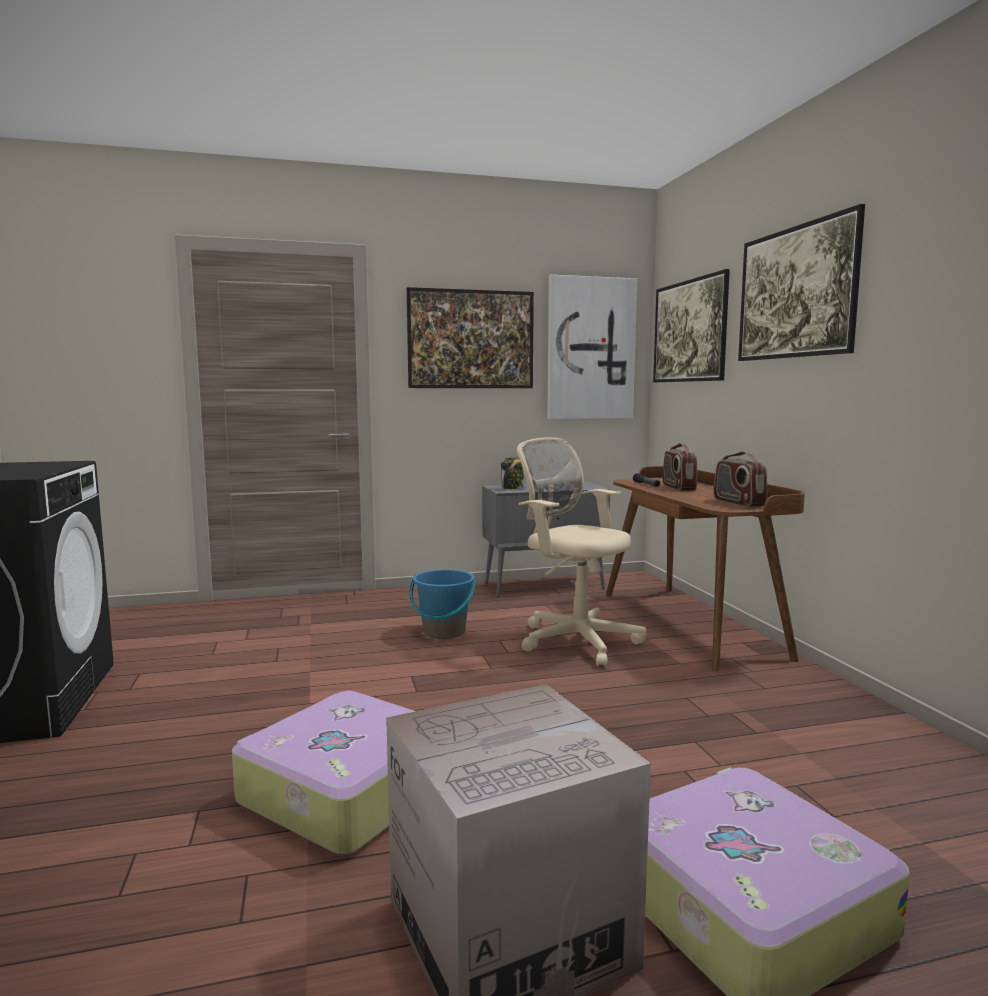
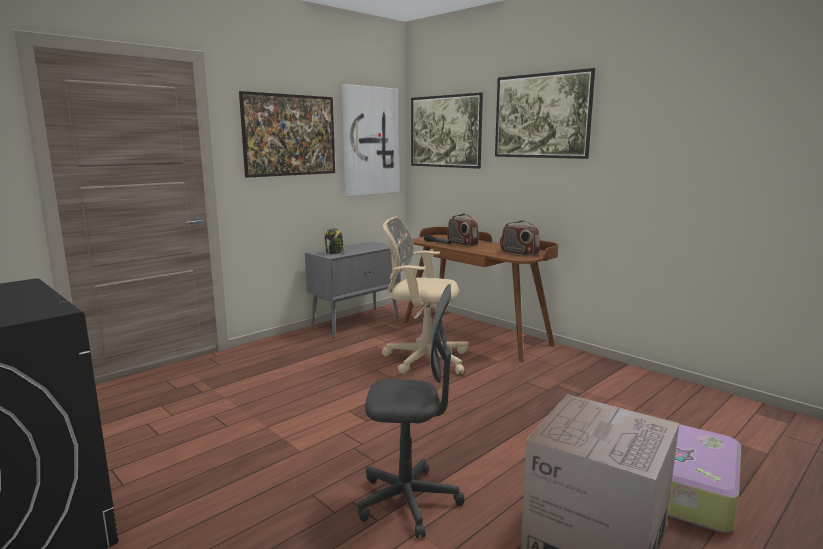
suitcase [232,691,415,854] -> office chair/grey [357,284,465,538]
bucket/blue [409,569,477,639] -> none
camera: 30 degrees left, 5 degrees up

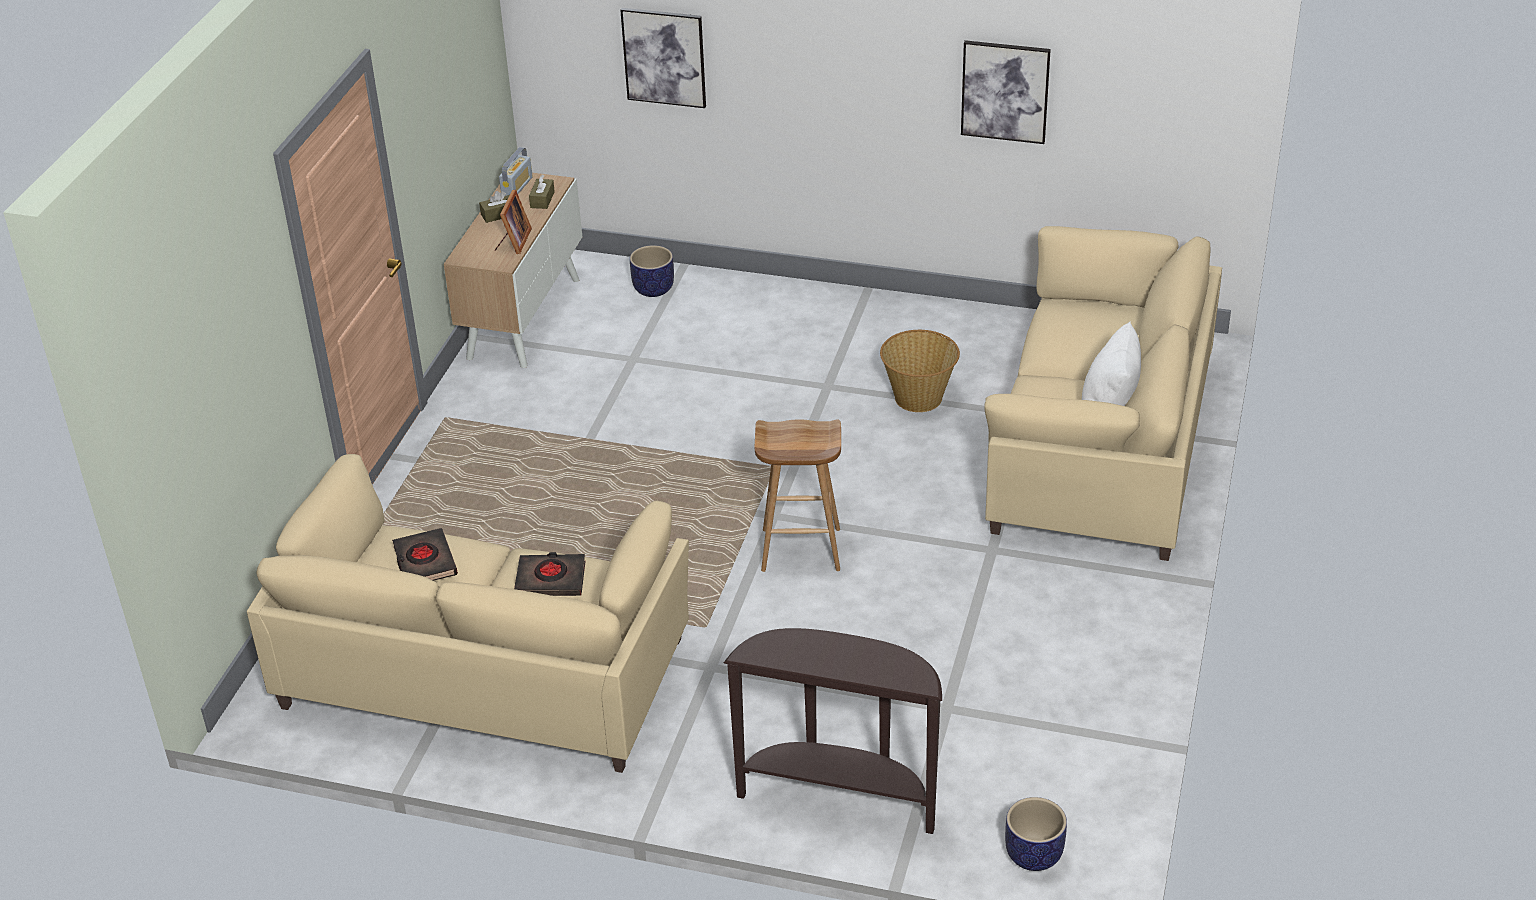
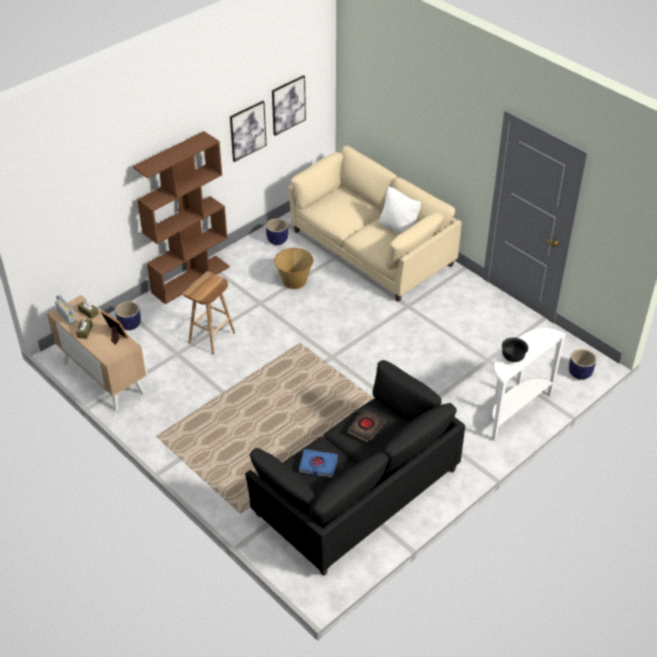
none -> bookcase/brown [132,131,230,304]
stool/brown [755,420,841,572] -> stool/brown [183,271,235,355], shifted
sofa/beige [247,454,689,773] -> sofa/black [245,360,465,576]
none -> planter [266,218,288,245]
picture [620,8,706,108] -> picture [272,75,306,136], shifted
book/black [392,528,458,581] -> book/blue [299,449,338,478]
console table/brown [724,628,942,834] -> console table/white [492,328,566,441]
none -> bowl/black [502,338,528,362]
camera: 60 degrees left, 5 degrees up

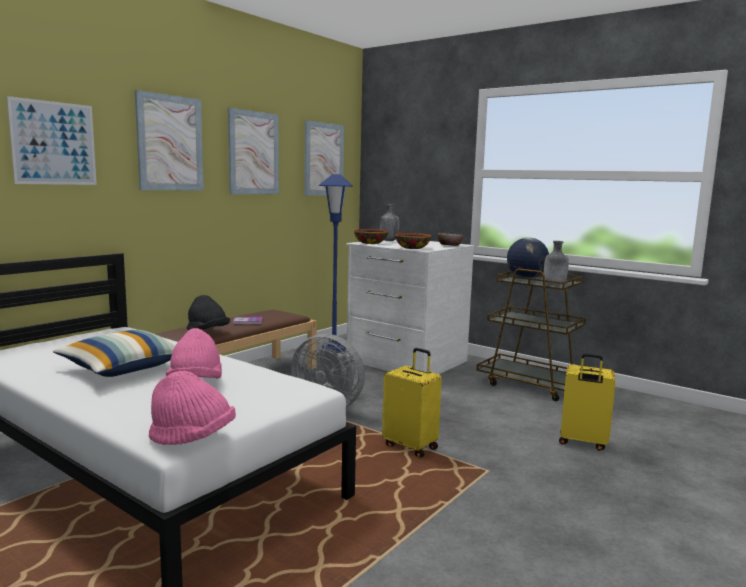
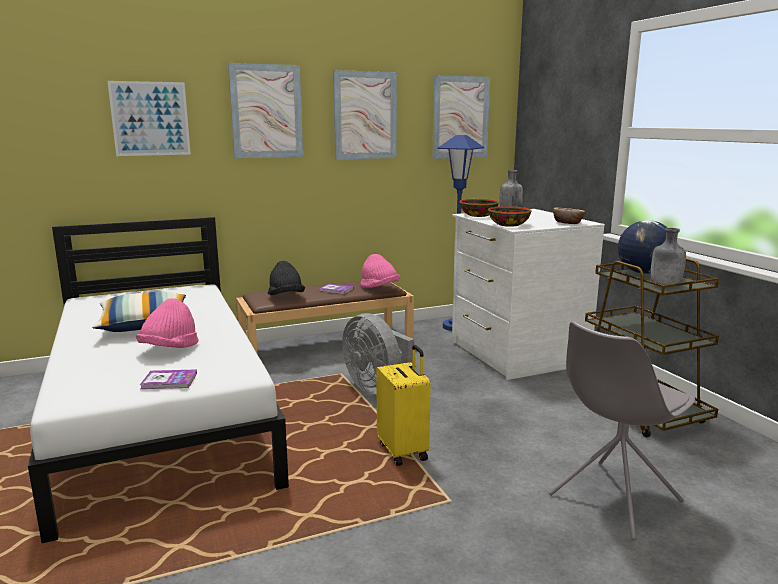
none -> book [140,369,197,389]
hat/pink [149,371,236,445] -> hat/pink [360,254,400,288], shifted
suitcase/yellow [559,353,616,451] -> chair/grey [549,321,695,540]
camera: 30 degrees right, 5 degrees up

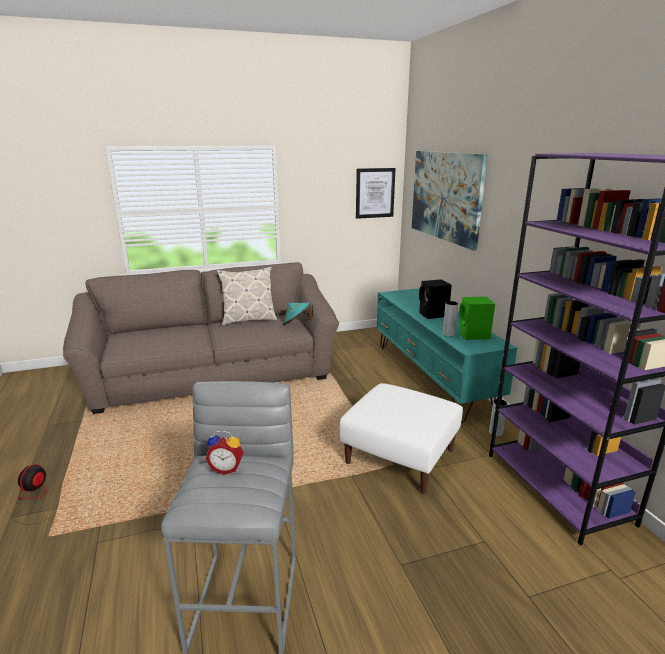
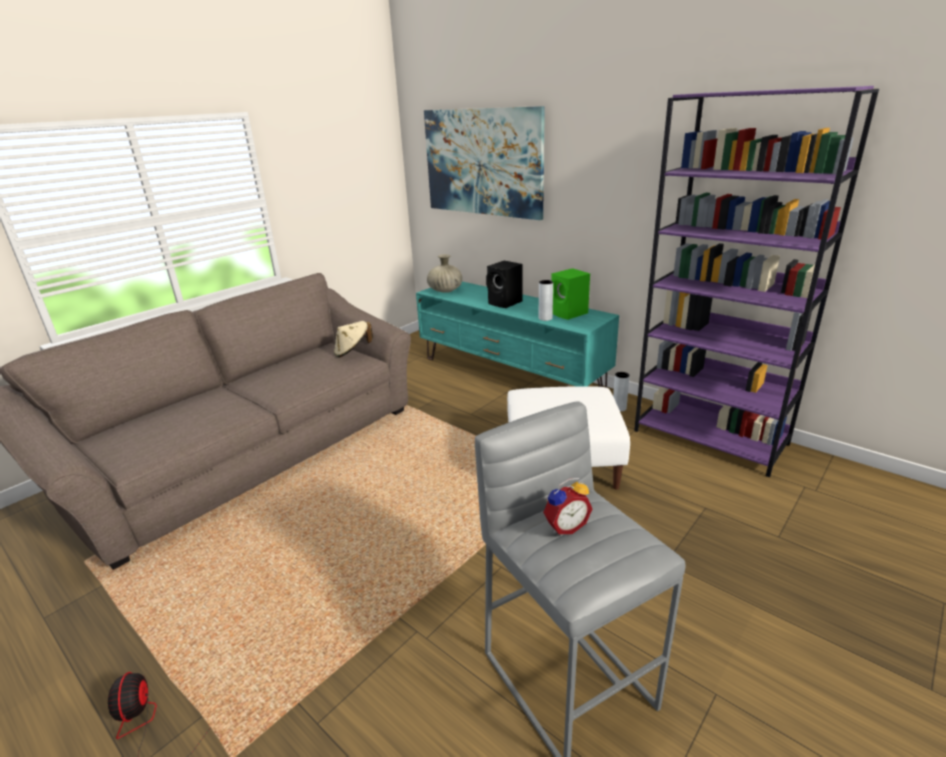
hat/turquoise [283,303,313,325] -> hat/beige [334,321,373,357]
none -> vase/beige [427,254,462,293]
pillow [217,267,277,326] -> none
picture [356,168,396,219] -> none
camera: 30 degrees left, 5 degrees up

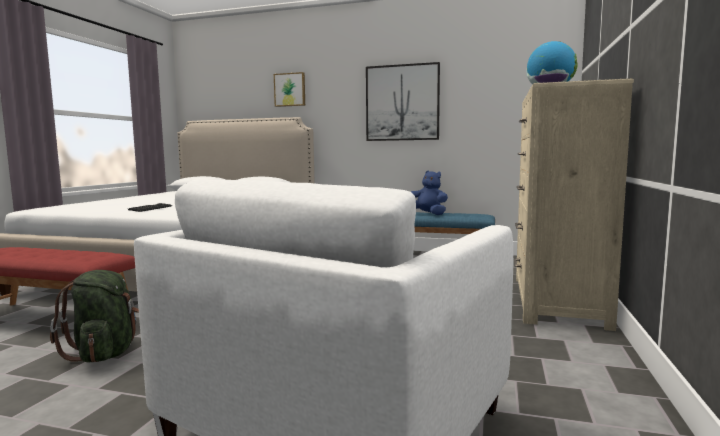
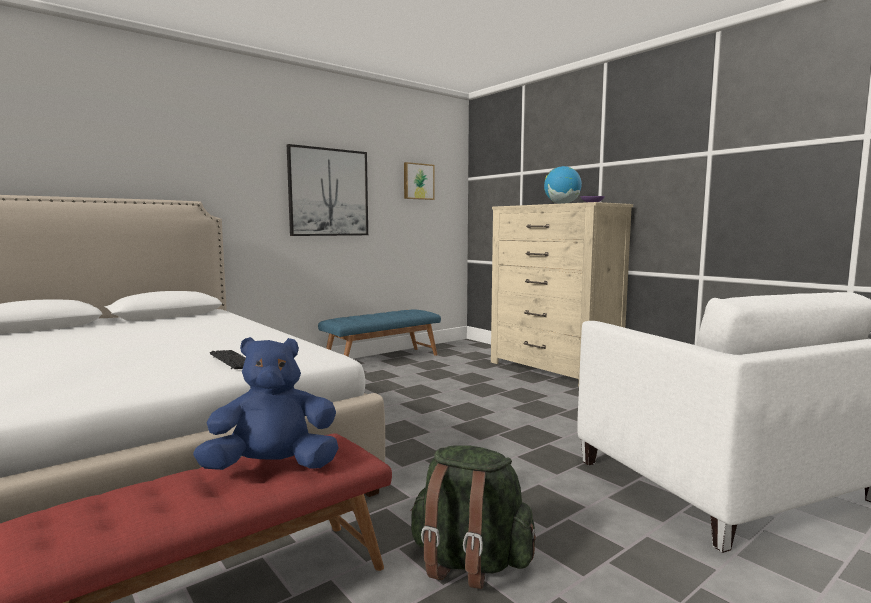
plush toy/blue [411,170,448,215] -> plush toy/blue [193,337,339,470], shifted
picture [274,72,305,107] -> picture [404,162,434,200], shifted
camera: 55 degrees left, 0 degrees up

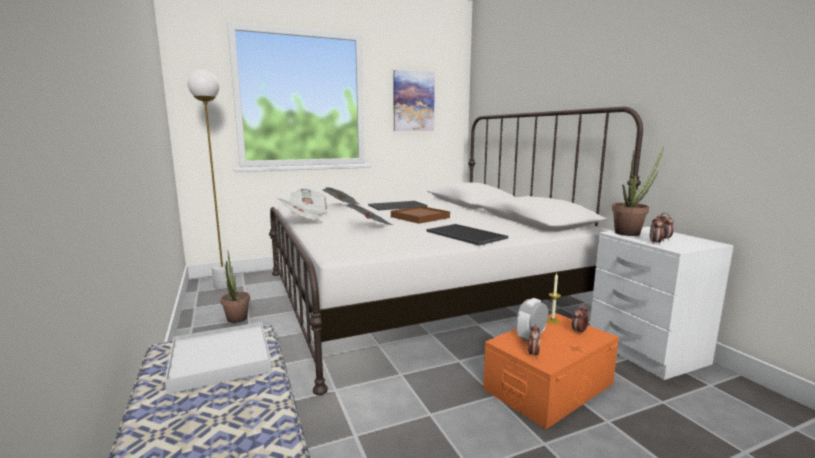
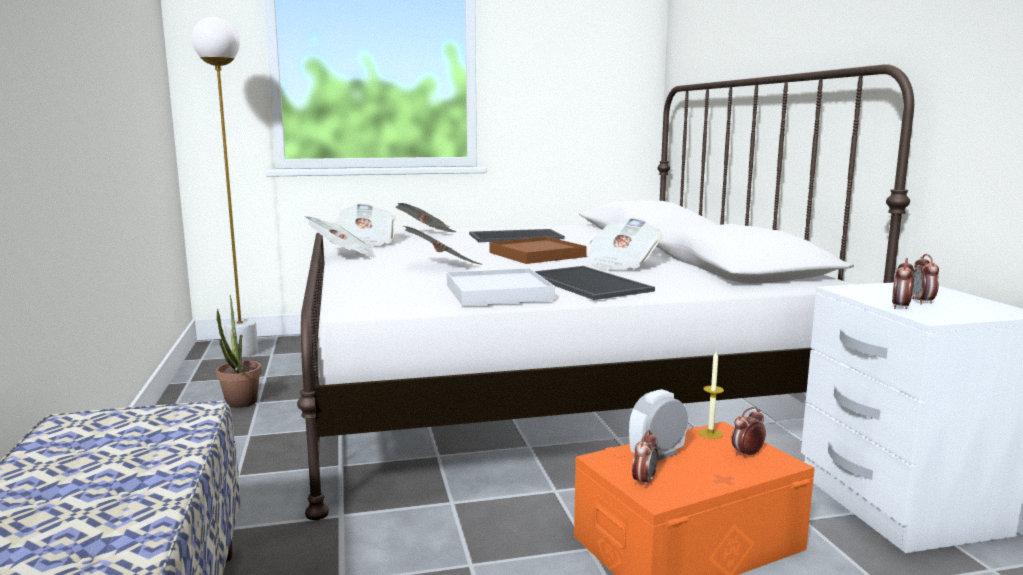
tray/white [165,322,272,394] -> tray/white [447,268,555,306], shifted
none -> newspaper [589,218,663,271]
picture [393,70,435,131] -> none
potted plant [612,148,663,236] -> none
camera: 10 degrees right, 0 degrees up

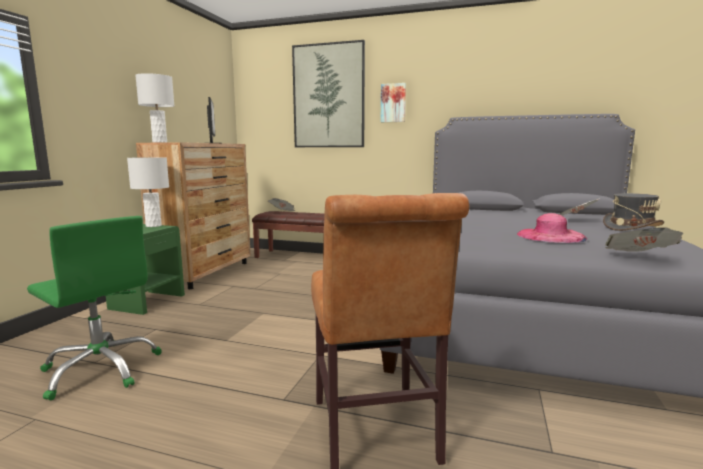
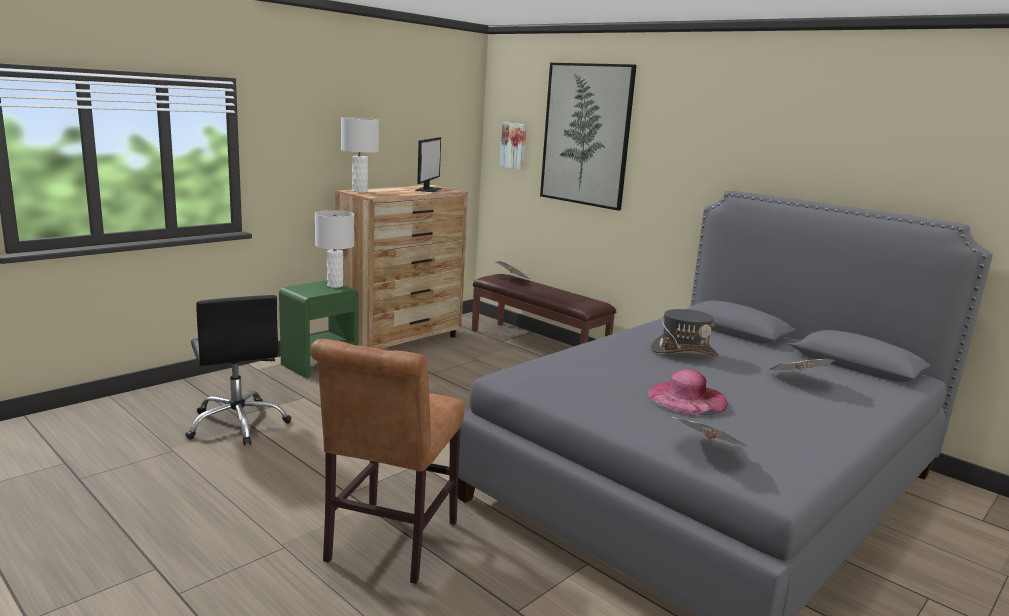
office chair/green [27,216,162,400] -> office chair/black [185,295,291,446]
picture [380,83,406,122] -> picture [500,122,527,170], shifted
hat/grey [603,193,664,231] -> hat/grey [651,309,718,356], shifted
camera: 25 degrees right, 5 degrees up

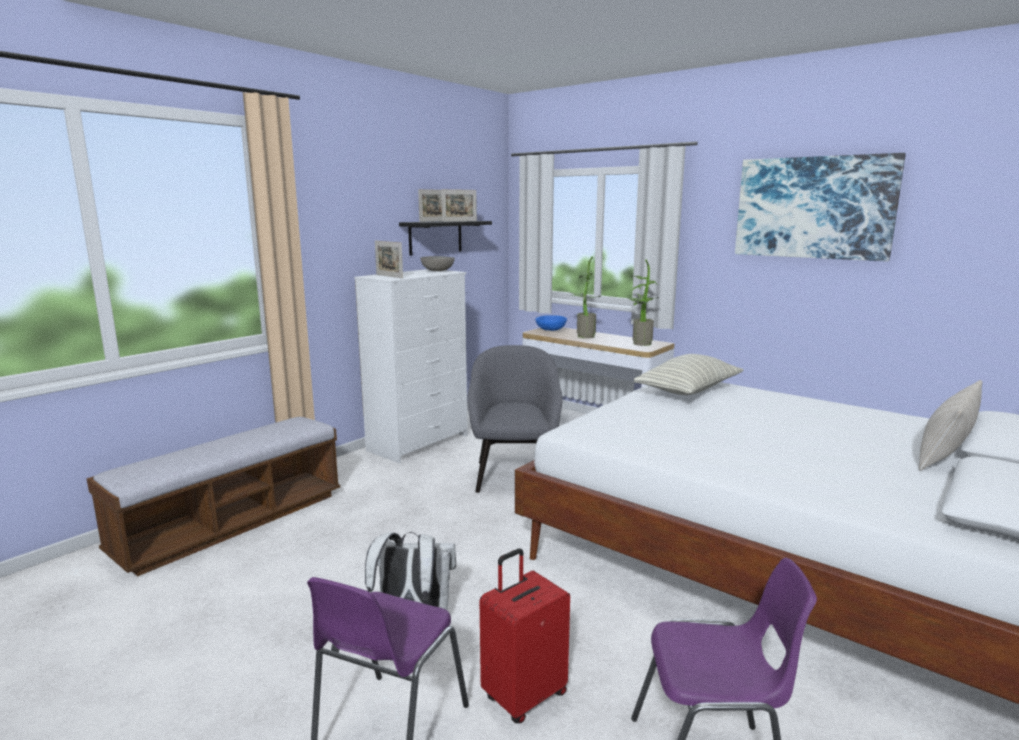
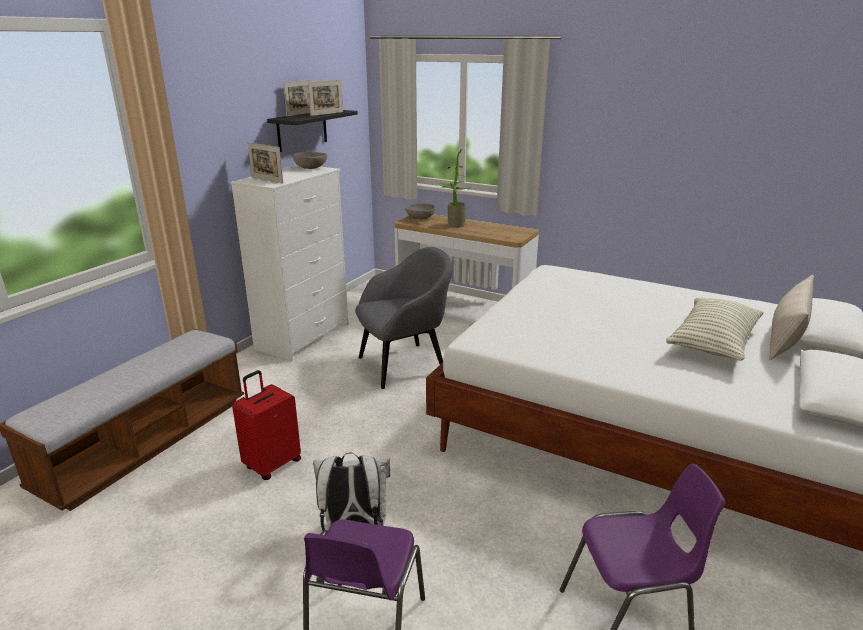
suitcase/red [480,548,570,723] -> suitcase/red [232,370,301,480], shifted
armchair/grey [467,345,563,493] -> armchair/grey [355,247,452,389], 75 degrees clockwise
bowl/blue [535,315,567,331] -> bowl/grey [405,203,436,219]
pillow [634,354,743,395] -> pillow [666,298,764,361], shifted
potted plant [628,259,659,346] -> none
picture [735,153,906,261] -> none
camera: 10 degrees left, 10 degrees up

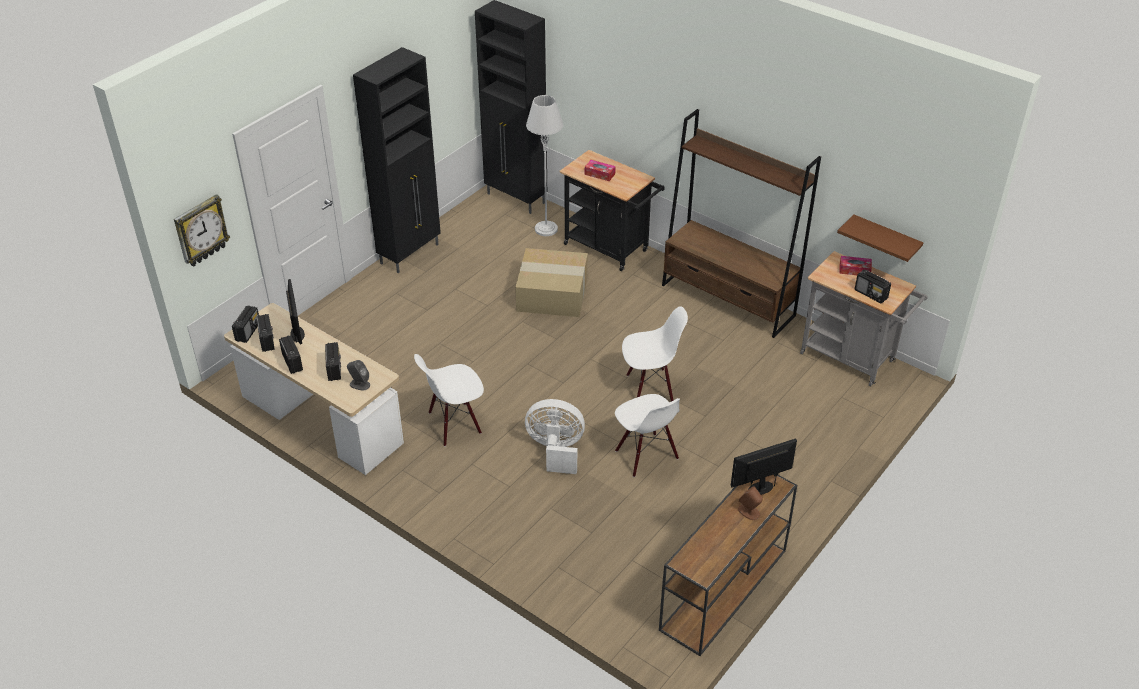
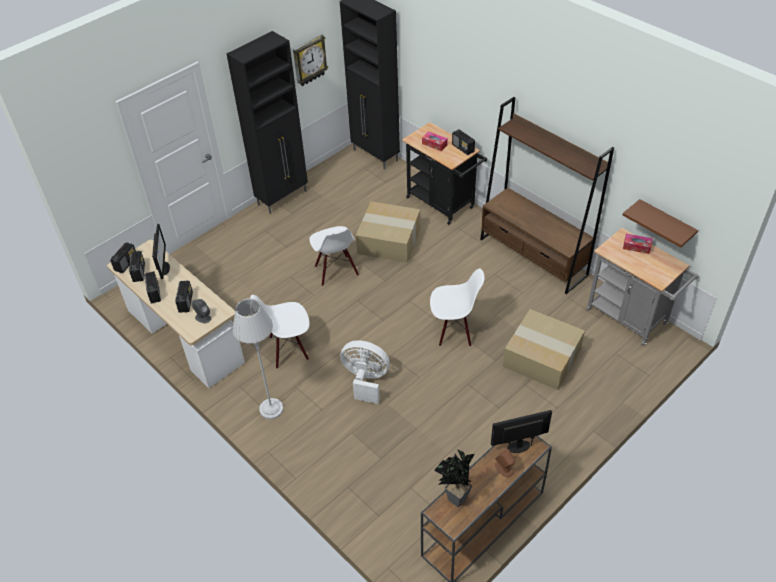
floor lamp/grey [526,95,563,236] -> floor lamp/grey [232,298,283,419], shifted
wall clock [174,194,230,267] -> wall clock [293,35,328,86], shifted
chair/white [615,394,680,477] -> chair/white [309,226,359,286], shifted
none -> potted plant [434,449,474,507]
radio [855,270,891,303] -> radio [452,130,475,155], shifted
none -> cardboard box [503,309,585,390]
camera: 10 degrees right, 5 degrees up

